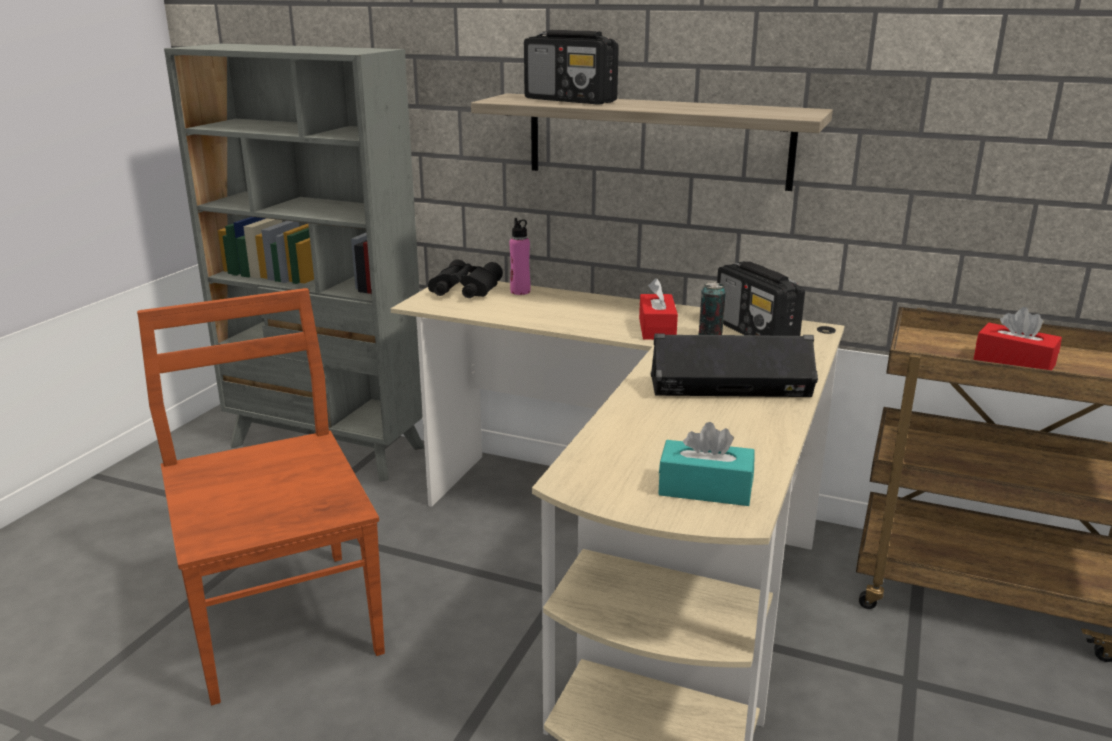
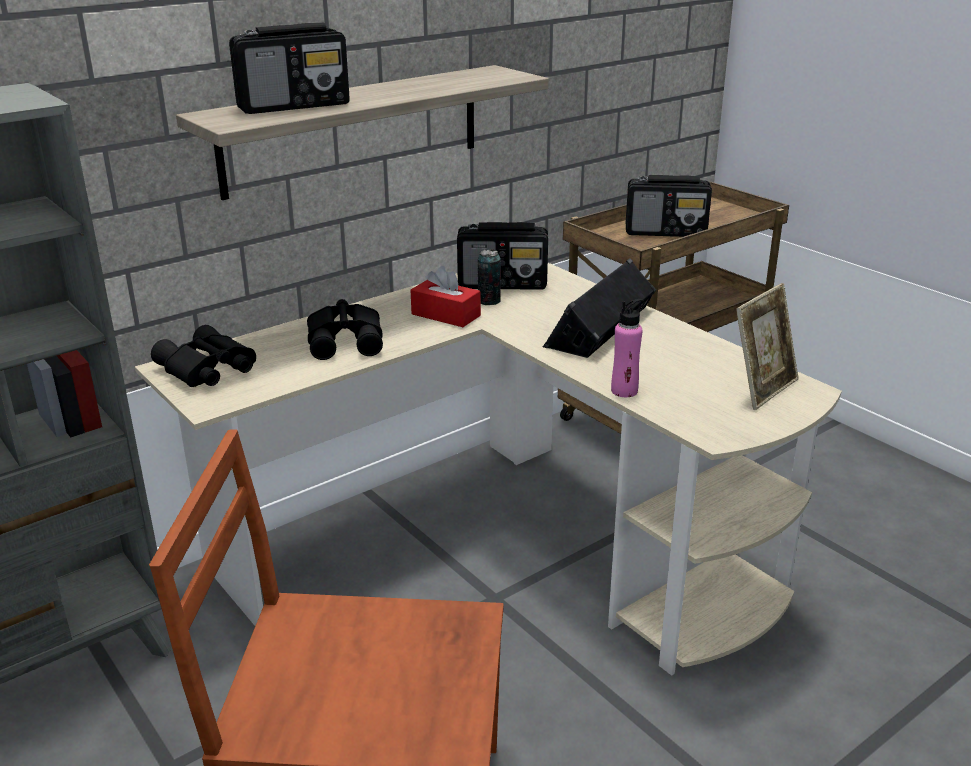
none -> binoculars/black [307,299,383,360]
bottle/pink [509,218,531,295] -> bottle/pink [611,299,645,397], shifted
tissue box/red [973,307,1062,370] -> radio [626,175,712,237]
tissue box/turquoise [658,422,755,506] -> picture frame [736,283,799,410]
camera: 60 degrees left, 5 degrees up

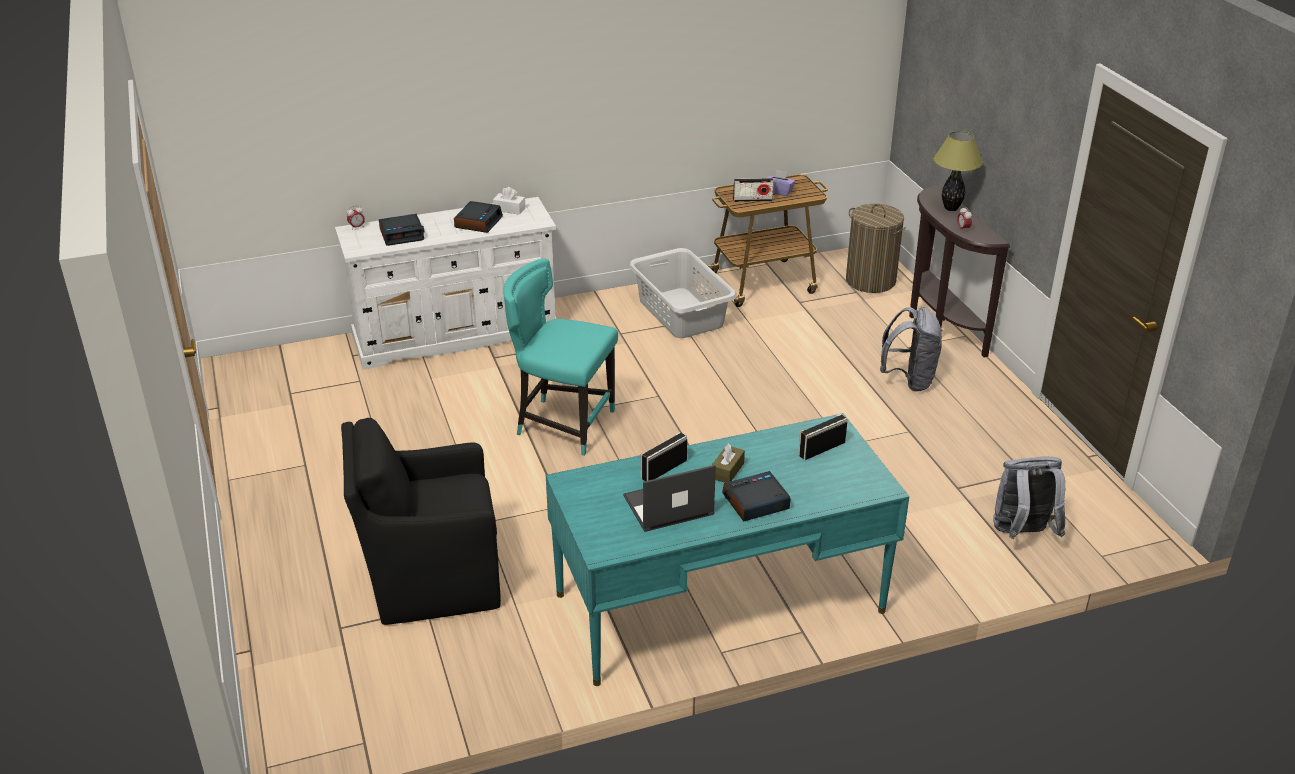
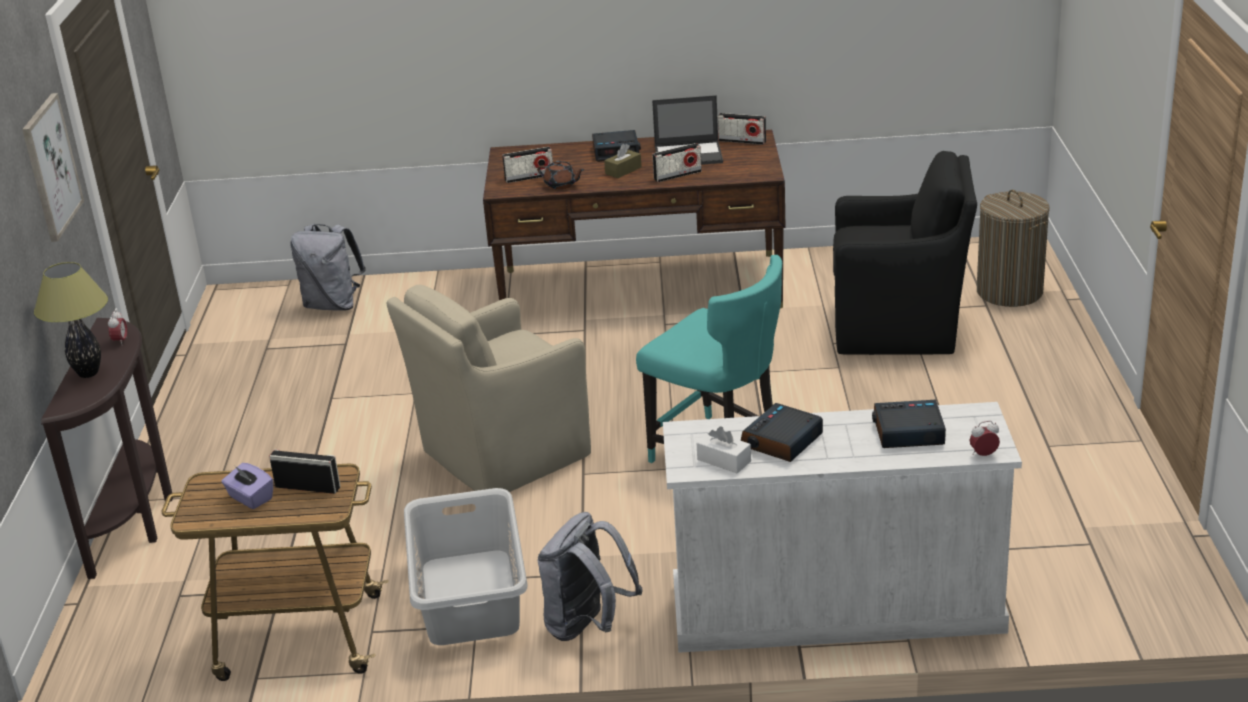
none -> picture [22,93,84,242]
none -> armchair/beige [386,285,591,492]
desk/turquoise [546,413,909,686] -> desk/brown [483,130,786,309]
none -> teapot/brown [537,160,585,189]
backpack/grey [880,307,943,392] -> backpack/grey [537,512,642,641], shifted
none -> radio [718,113,766,145]
laundry basket [846,204,906,293] -> laundry basket [977,190,1050,307], shifted
camera: 160 degrees left, 5 degrees down

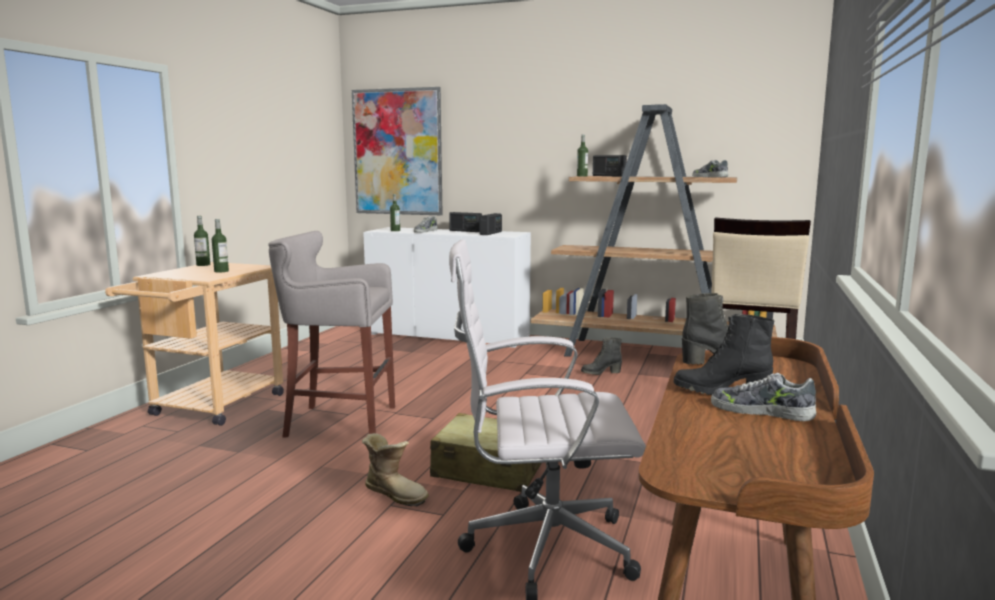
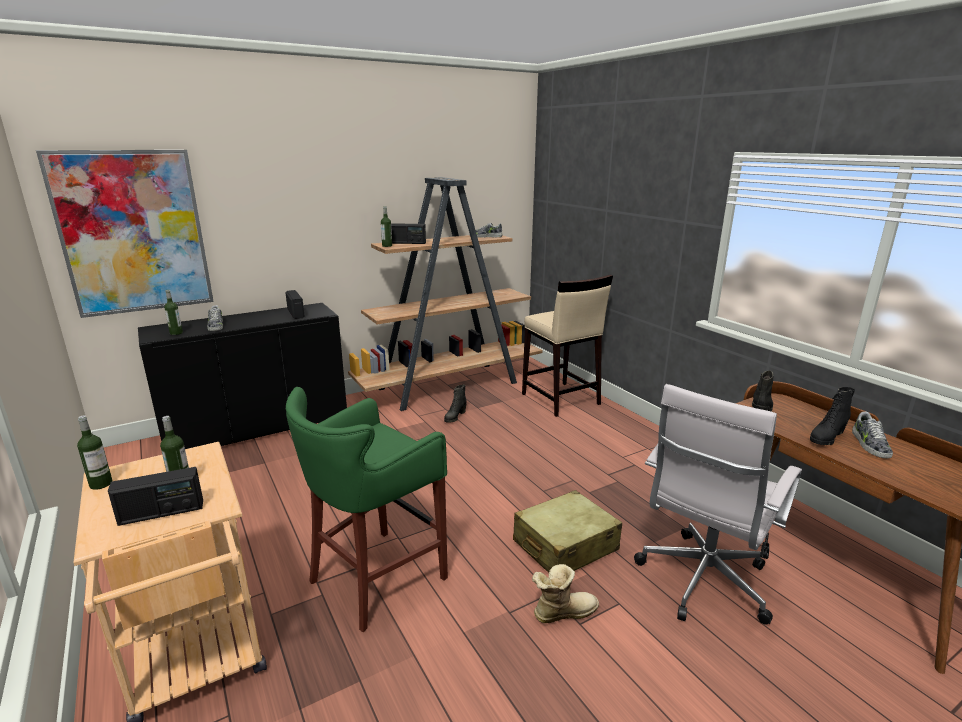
radio [449,212,482,232] -> radio [108,467,203,526], shifted
cabinet/white [363,227,531,348] -> cabinet/black [138,303,347,449]
stool/grey [268,231,395,438] -> stool/green [286,387,448,632]
shoe [711,373,816,421] -> shoe [852,412,893,458], 60 degrees counterclockwise
camera: 50 degrees left, 10 degrees up

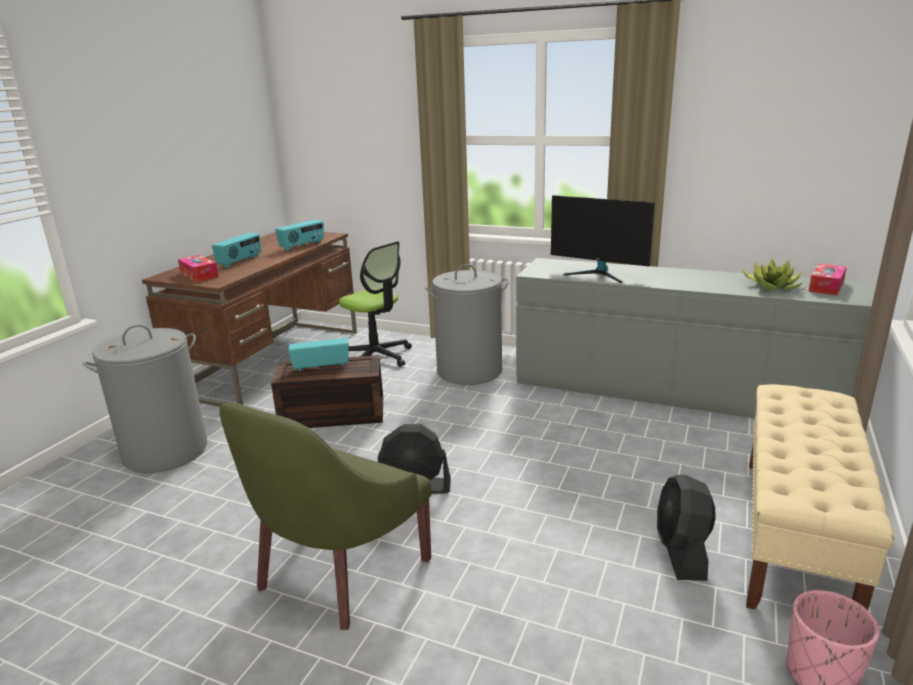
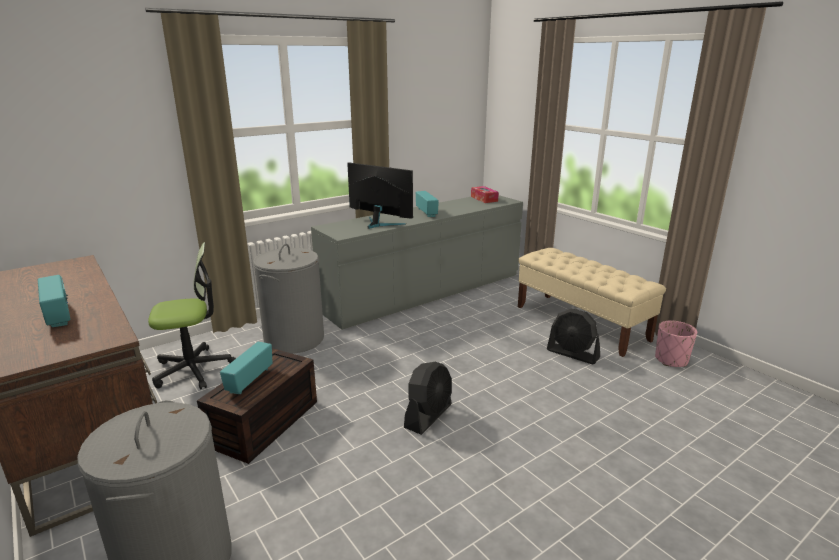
monitor [551,195,655,283] -> monitor [347,162,413,229], 120 degrees counterclockwise
radio [275,220,324,251] -> radio [416,191,439,217], shifted
tissue box [178,255,219,282] -> none
armchair/green [219,403,432,630] -> none
potted plant [742,259,803,290] -> none
camera: 60 degrees left, 0 degrees up

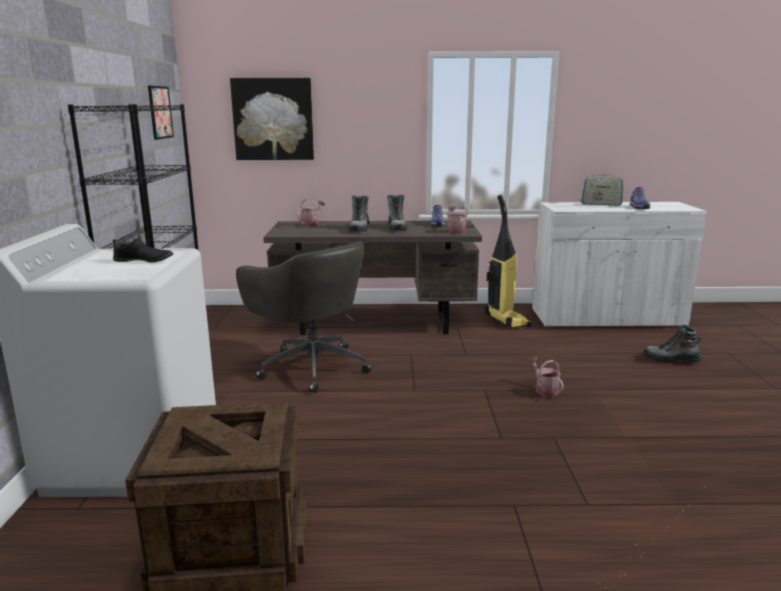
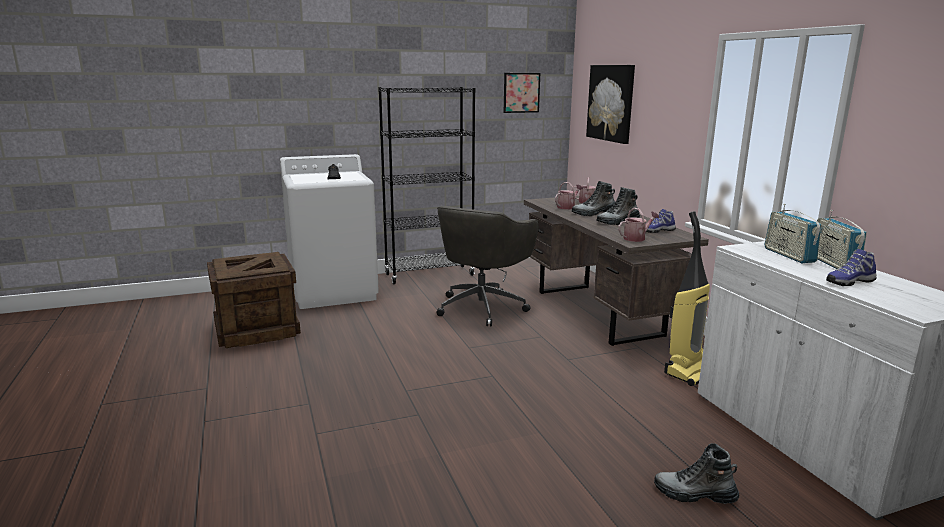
watering can [528,357,564,397] -> watering can [555,182,583,210], shifted
boot [644,325,702,362] -> boot [654,443,739,504], 75 degrees counterclockwise
none -> radio [764,204,821,264]
camera: 70 degrees right, 0 degrees up

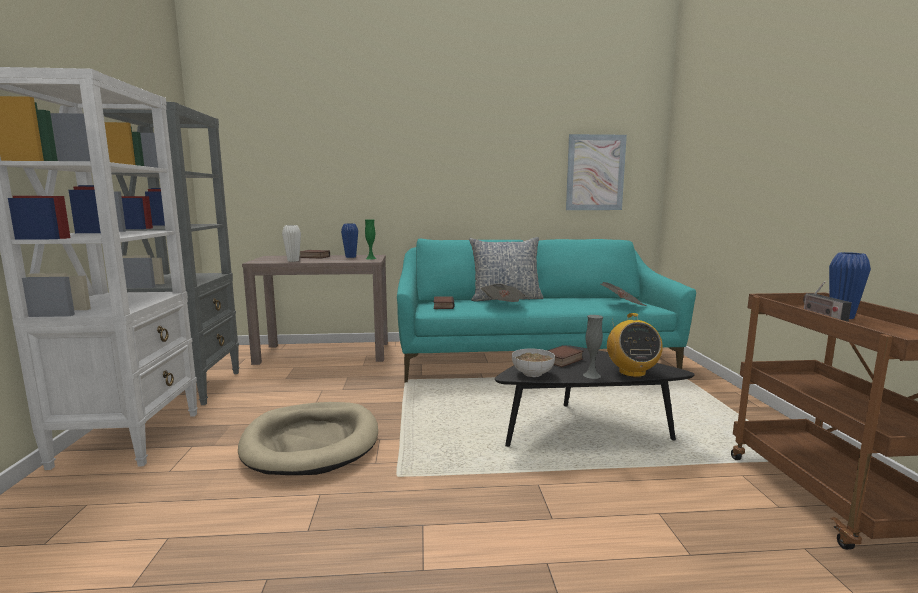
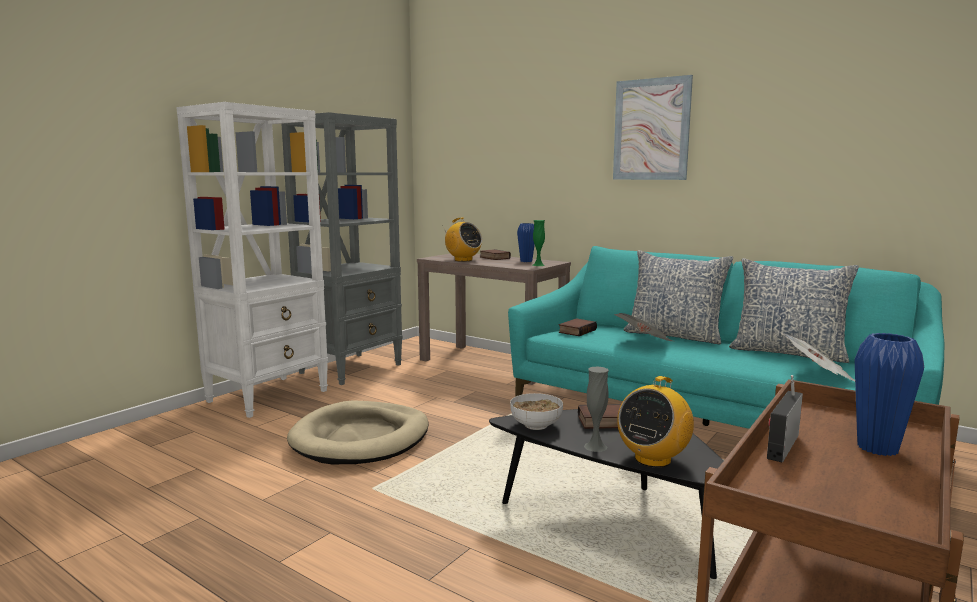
vase/white [282,225,301,262] -> radio [444,218,482,262]
picture [566,134,627,210] -> picture [613,75,693,180], shifted
none -> pillow [729,258,859,363]
camera: 40 degrees right, 0 degrees up

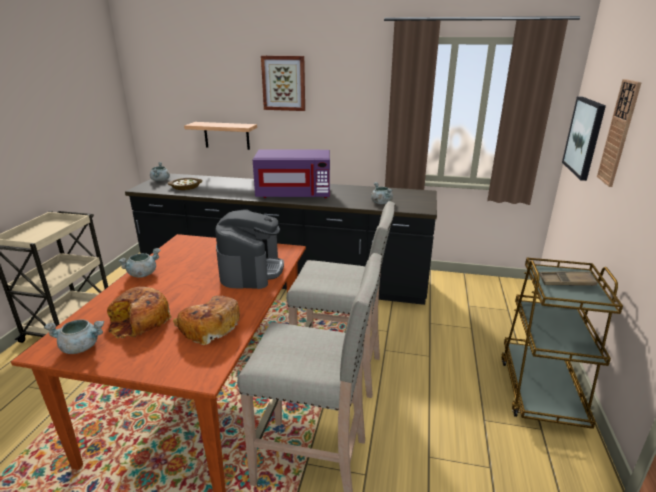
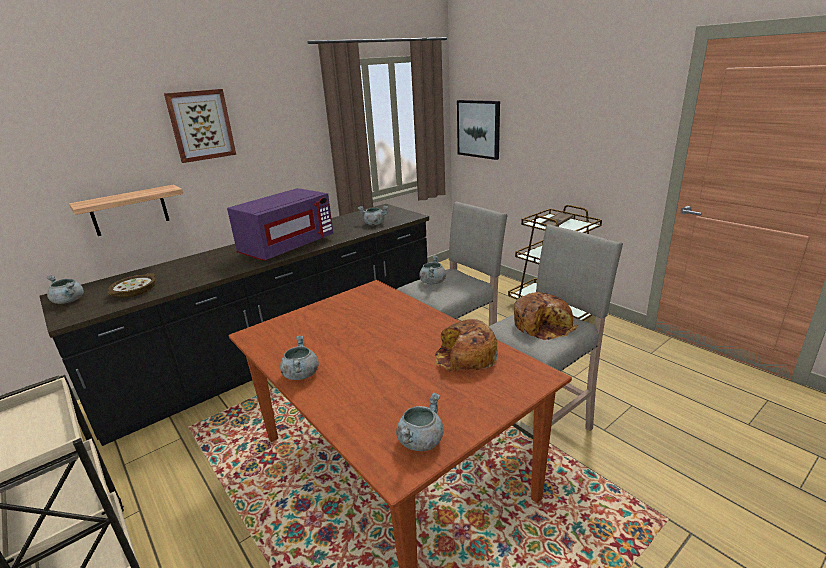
none -> cooking pot/grey [419,256,446,284]
bread [107,287,171,339] -> bread [514,292,578,340], shifted
coffee machine [215,209,284,289] -> none
wall clock [597,79,642,187] -> none
camera: 50 degrees left, 0 degrees up

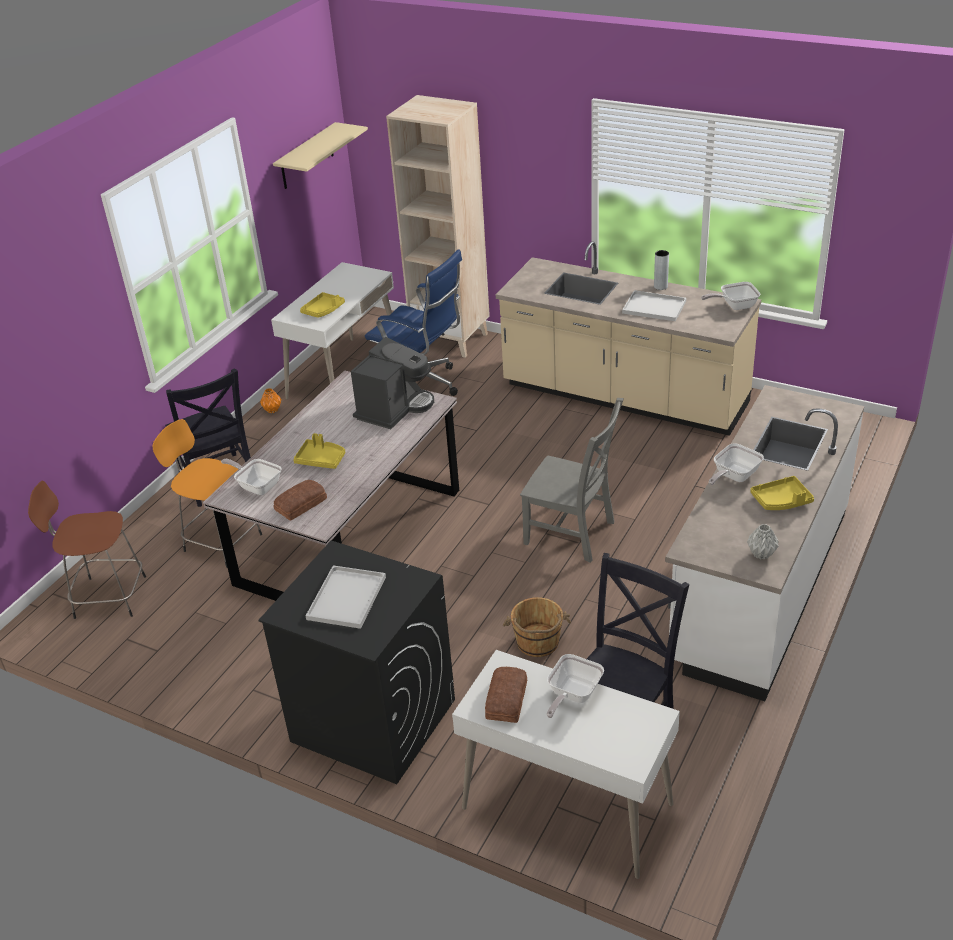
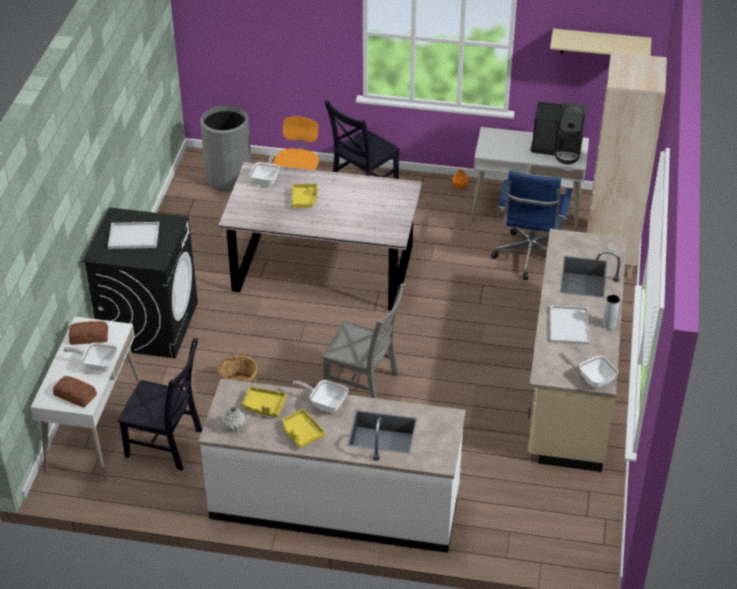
bread [273,480,327,521] -> bread [53,376,97,408], shifted
stool/brown [28,480,146,619] -> trash can/grey [200,105,252,192]
tray/yellow [300,292,345,318] -> tray/yellow [242,387,286,417], shifted
chair/grey [520,398,624,562] -> chair/grey [322,283,406,398], 75 degrees counterclockwise
coffee machine [351,337,434,429] -> coffee machine [530,101,586,164], shifted
camera: 70 degrees right, 5 degrees up

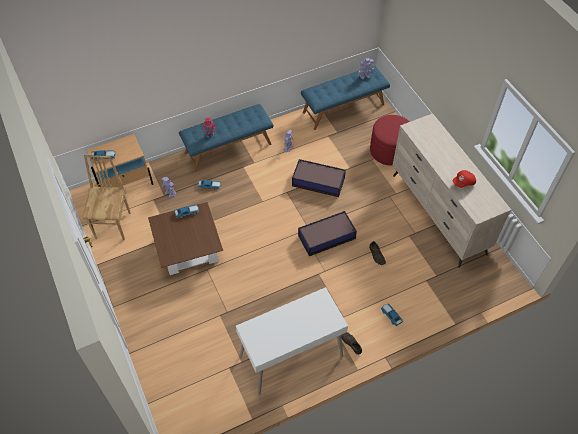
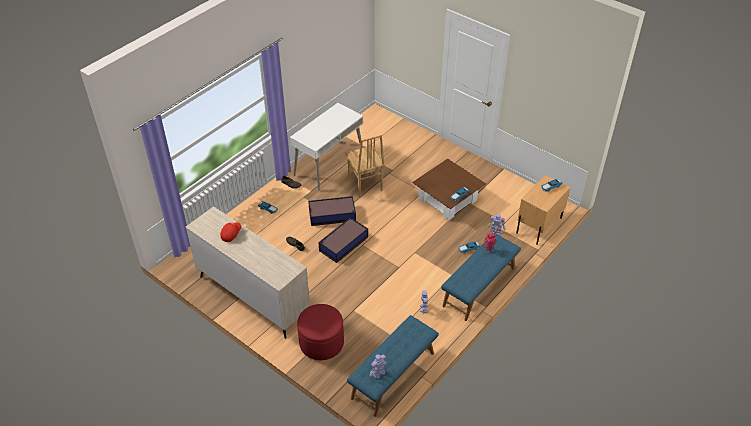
storage box [292,159,346,197] -> storage box [308,196,356,226], shifted
chair/brown [82,155,131,240] -> chair/brown [345,135,385,198], shifted
camera: 155 degrees right, 10 degrees down

